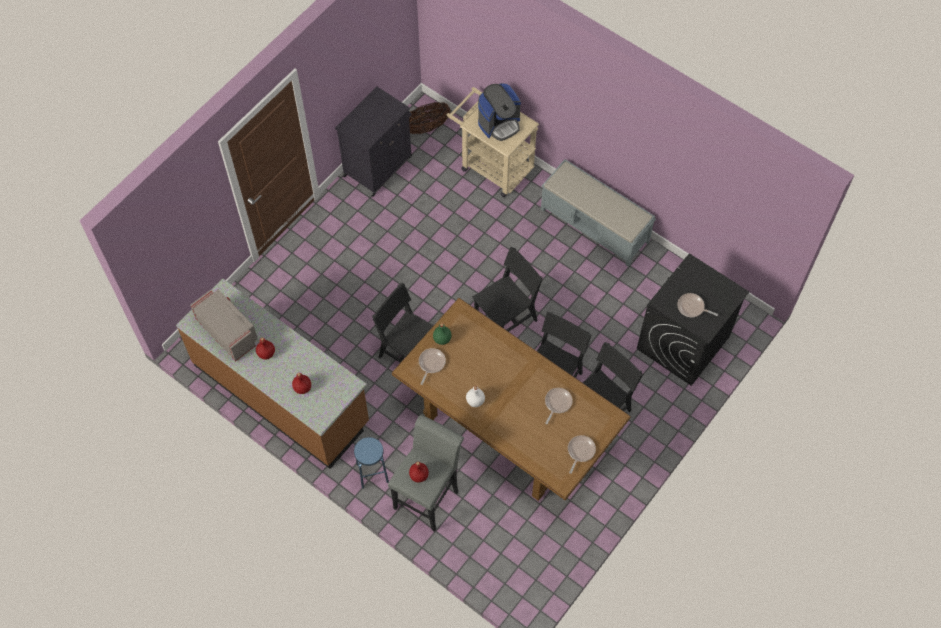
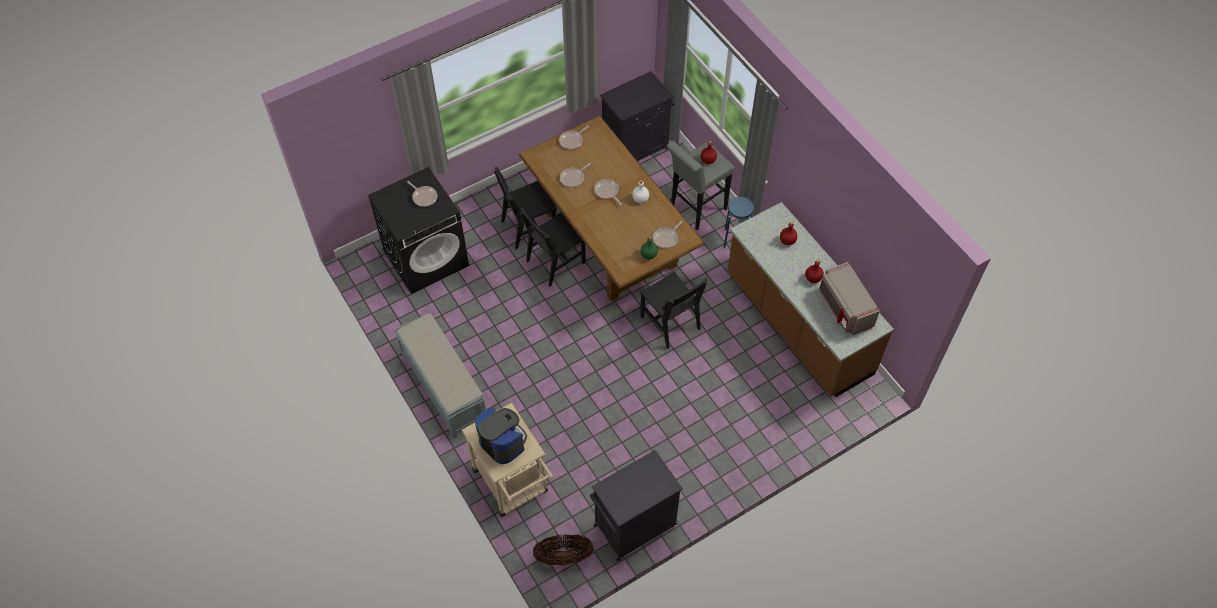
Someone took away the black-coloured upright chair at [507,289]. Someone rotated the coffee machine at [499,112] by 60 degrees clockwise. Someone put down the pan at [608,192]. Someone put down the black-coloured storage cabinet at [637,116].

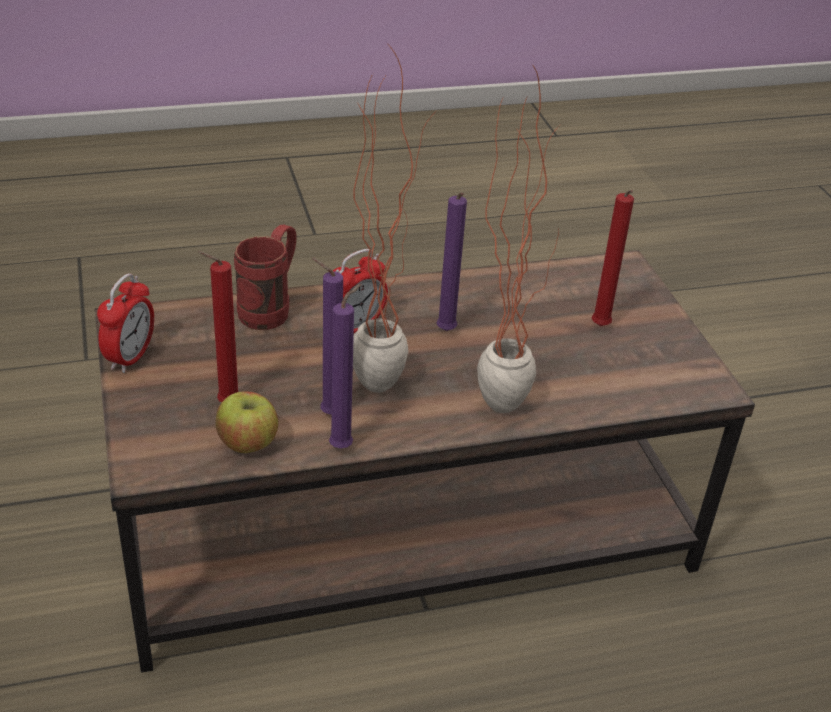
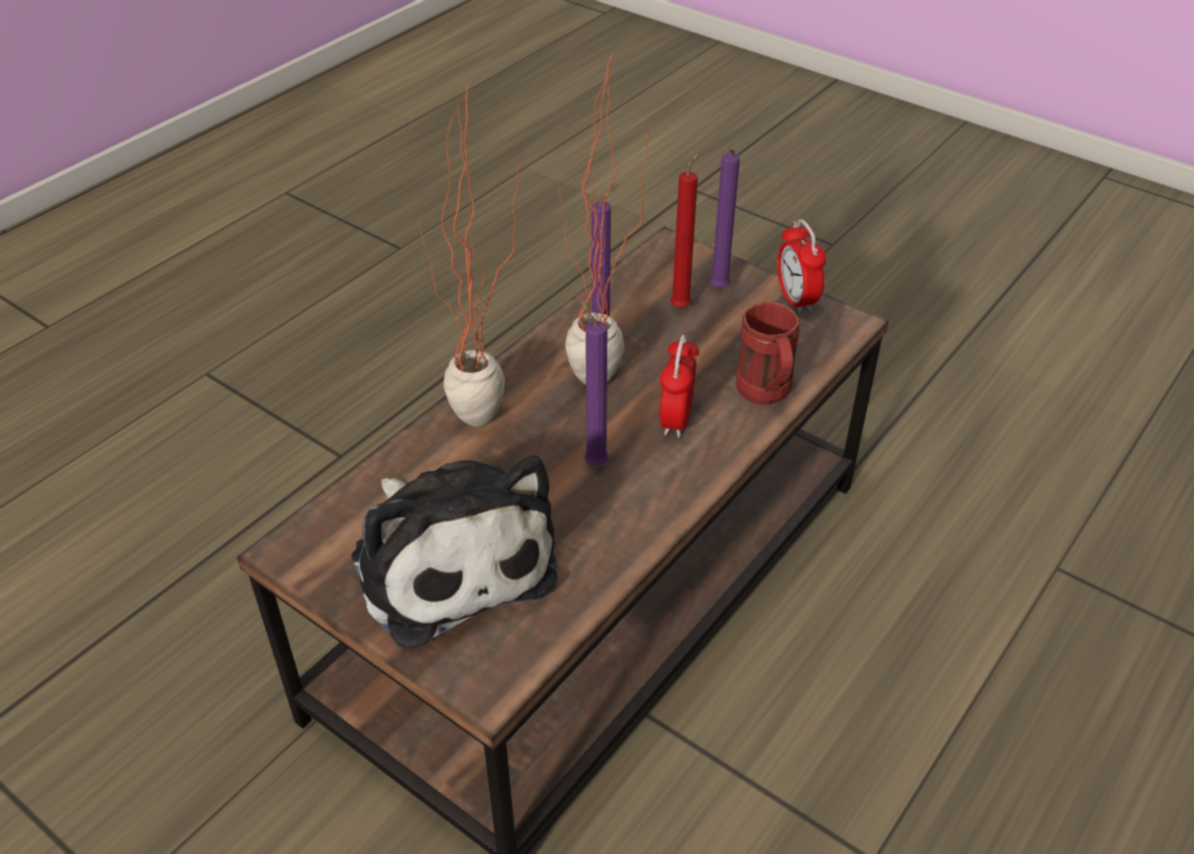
Someone took away the whole apple at [247,422]. Someone carried the purplish candle from [345,366] to [725,218]. Someone swapped the red candle at [613,258] for the soft toy at [454,552].

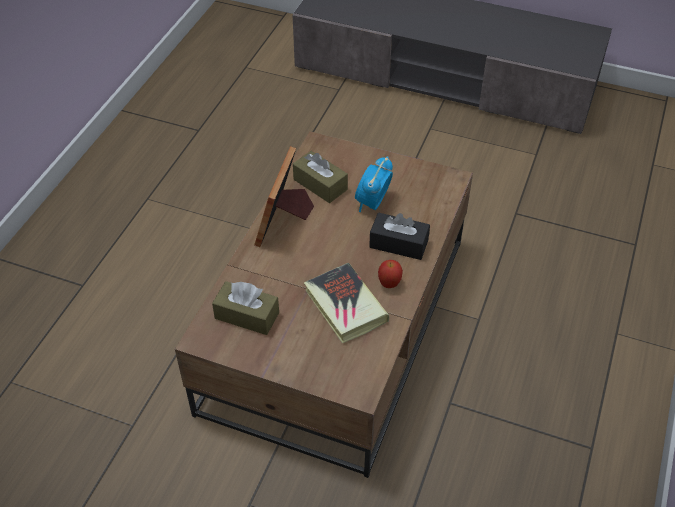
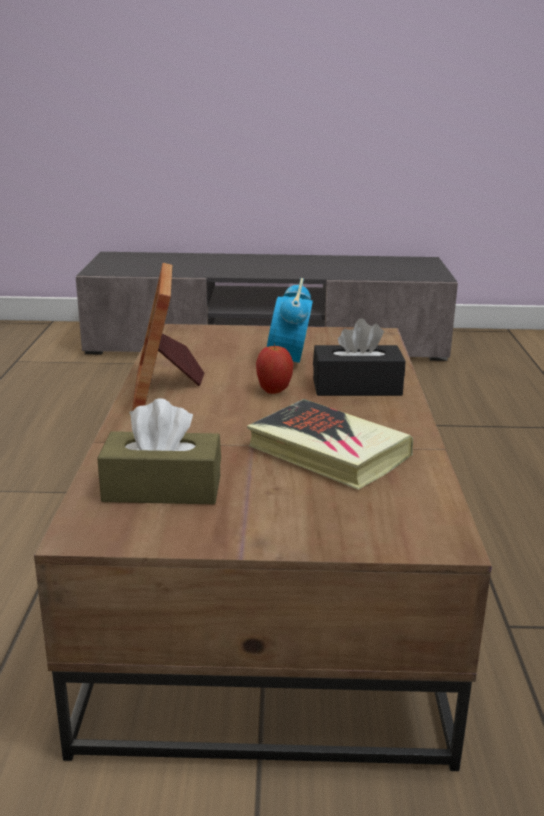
Someone took away the brownish tissue box at [320,177]. Someone carried the whole apple from [390,274] to [275,368].

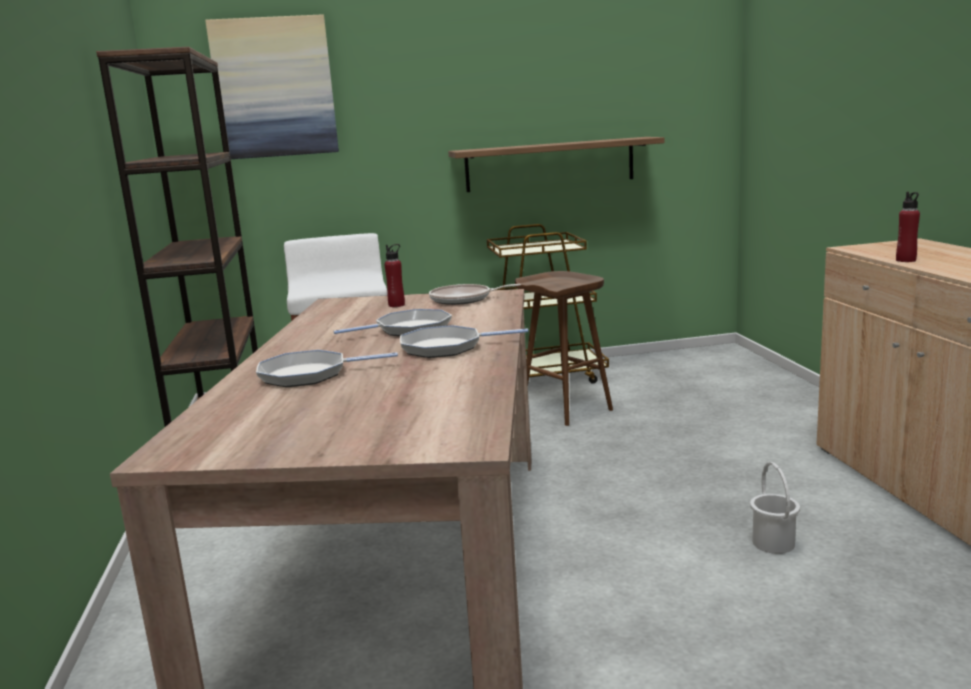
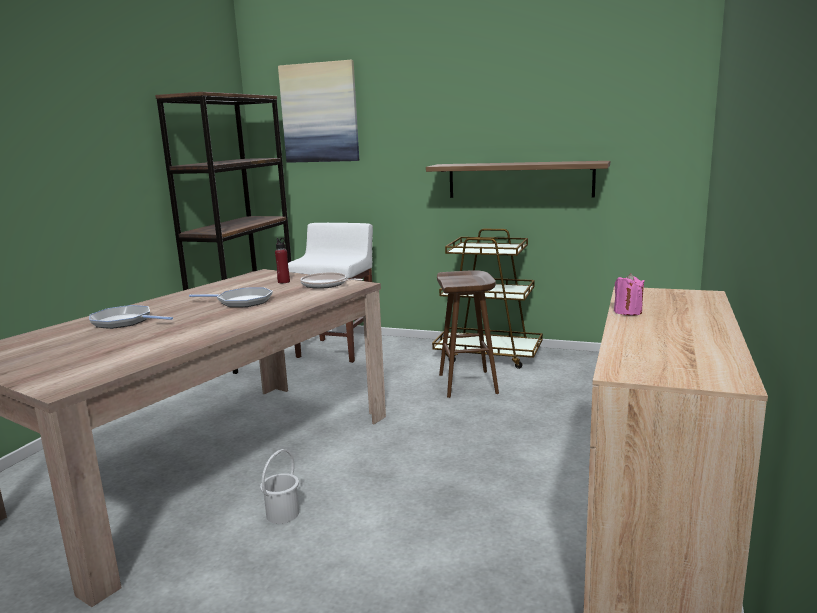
Someone took away the pan at [464,341]. Someone carried the white-coloured bucket from [775,508] to [279,486]. Someone swapped the red beverage bottle at [908,227] for the pink-coloured candle at [629,294].

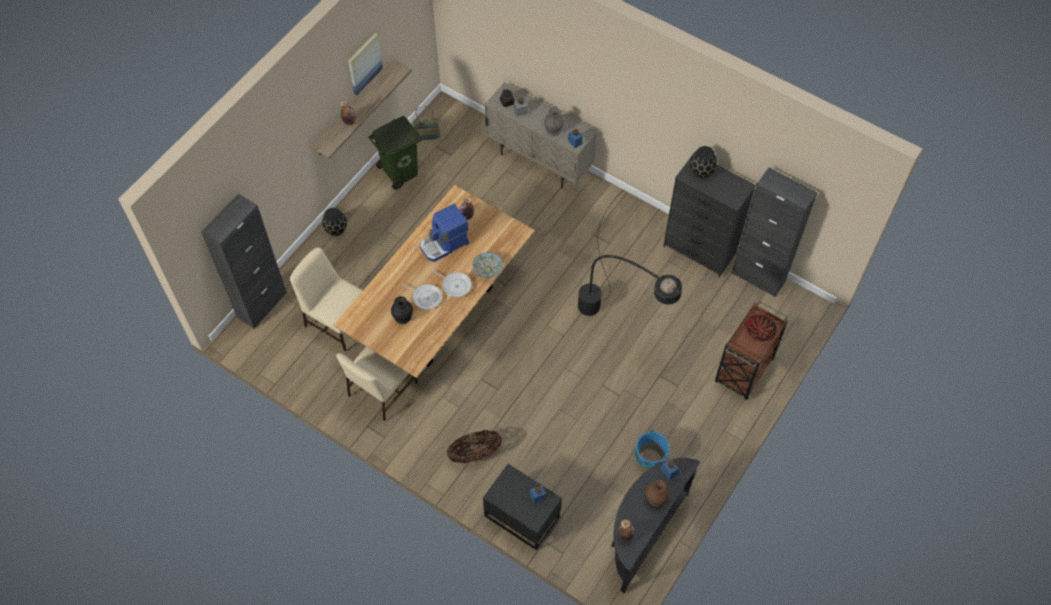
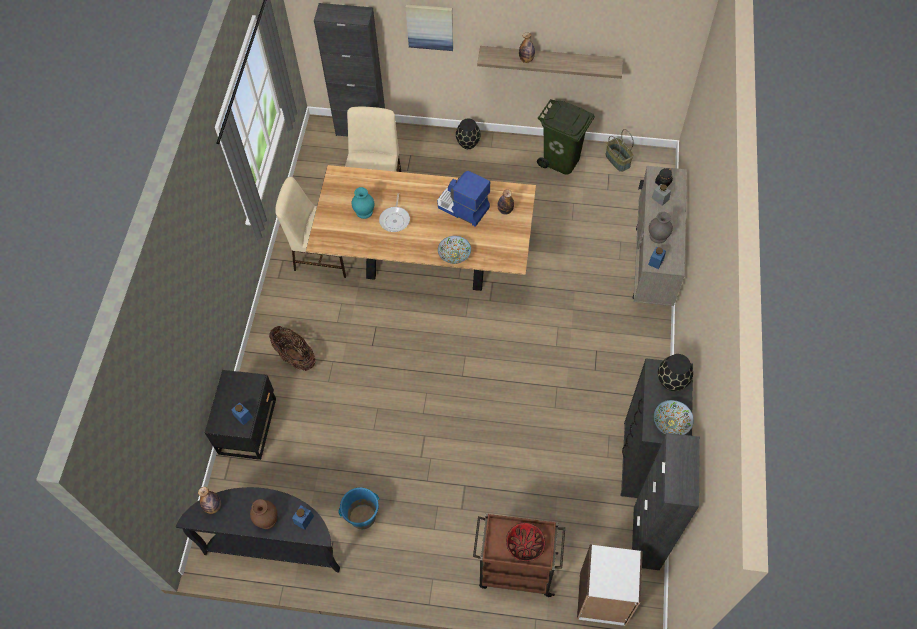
Someone carried the wall picture from [365,64] to [429,27]. Someone repainted the black-coloured vase at [402,310], which became the turquoise-coloured vase at [362,203]. Someone took away the pan at [452,283]. Someone took away the black-coloured standard lamp at [630,253]. Someone put down the white-coloured shelving unit at [610,585]. Someone put down the serving bowl at [673,417].

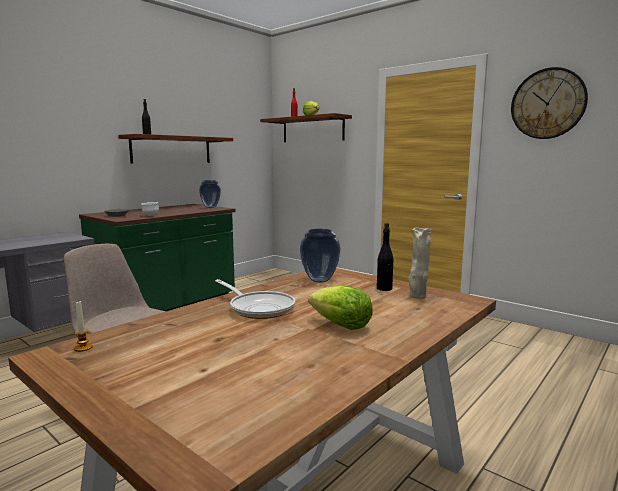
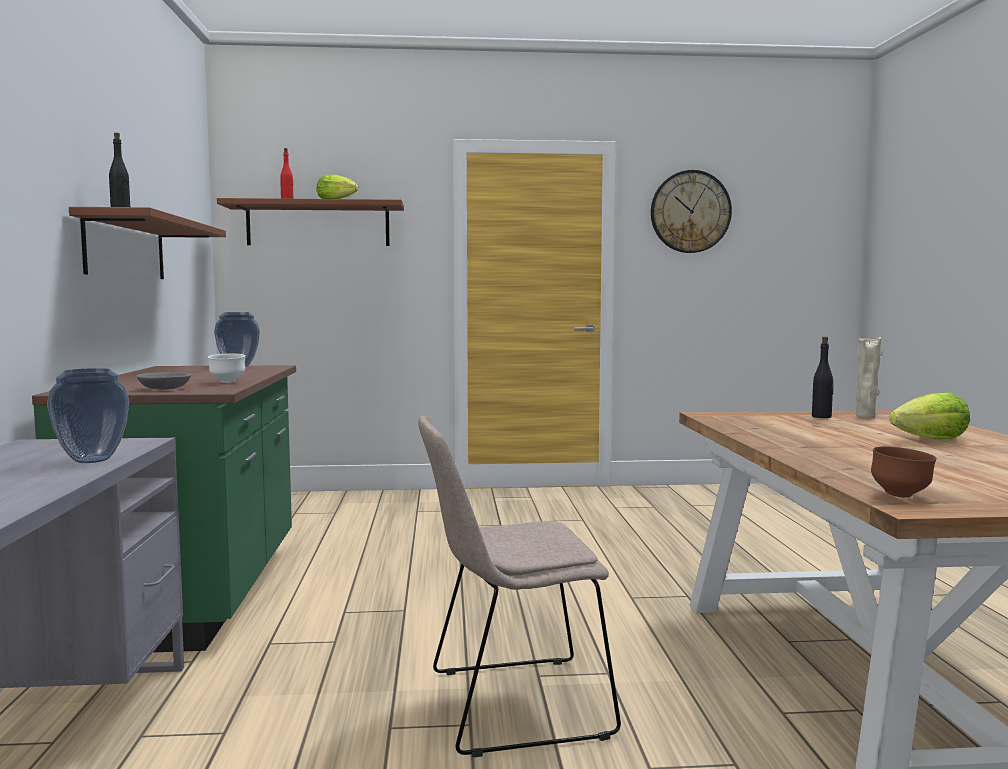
Someone swapped the candle at [83,326] for the brownish serving bowl at [904,472]. Someone took away the pan at [255,299]. Someone carried the vase from [320,255] to [88,415].

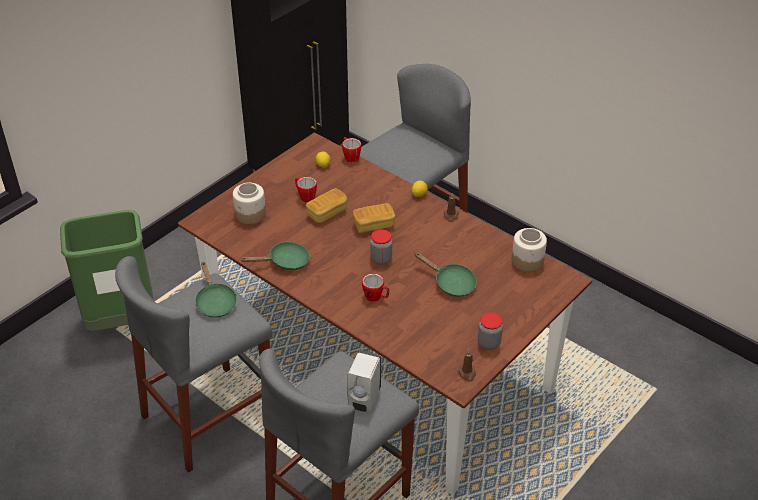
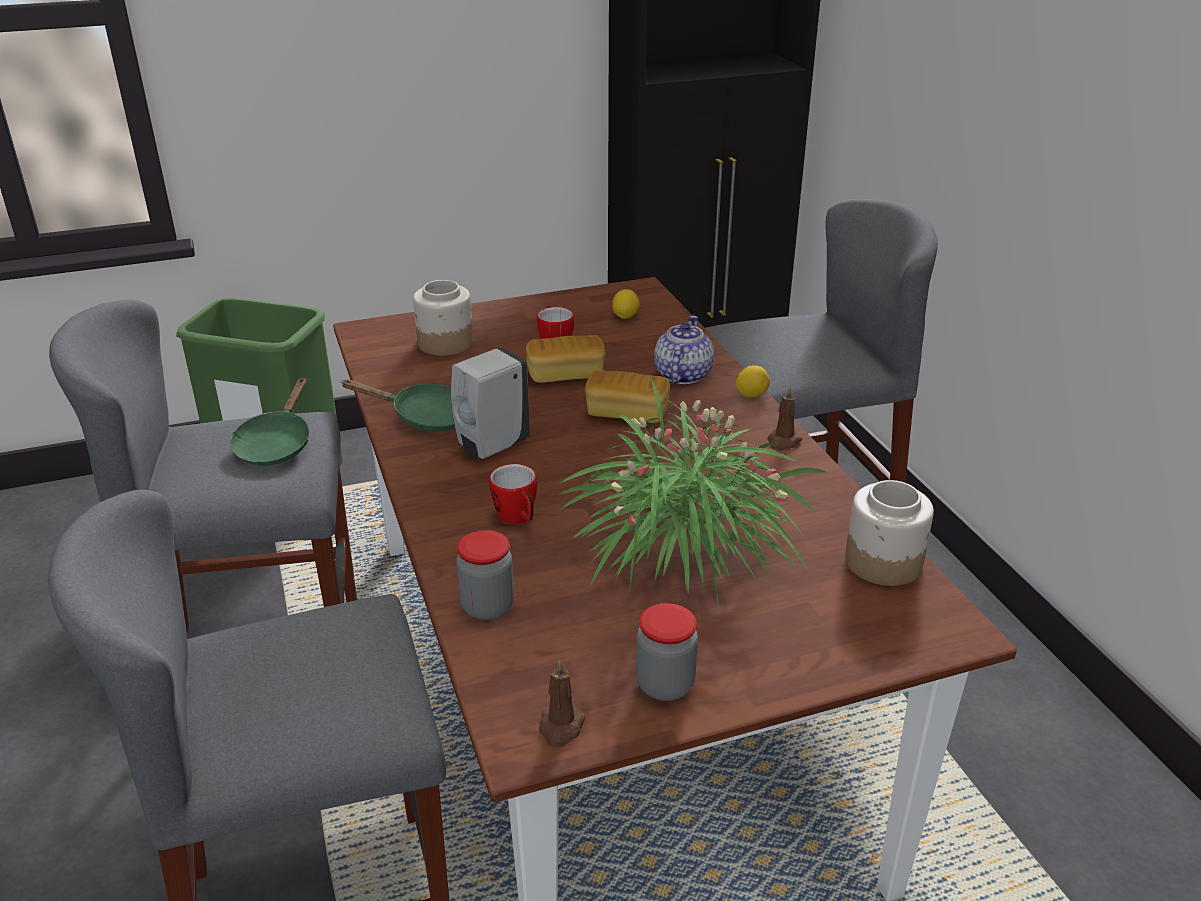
Someone took away the coffee mug at [351,150]. Someone carried the white-coloured soap bottle from [364,381] to [490,403]. Someone carried the storage jar from [381,247] to [485,575]. Someone swapped the greenish pan at [446,275] for the houseplant at [693,491]. Someone put down the pot for tea at [684,349].

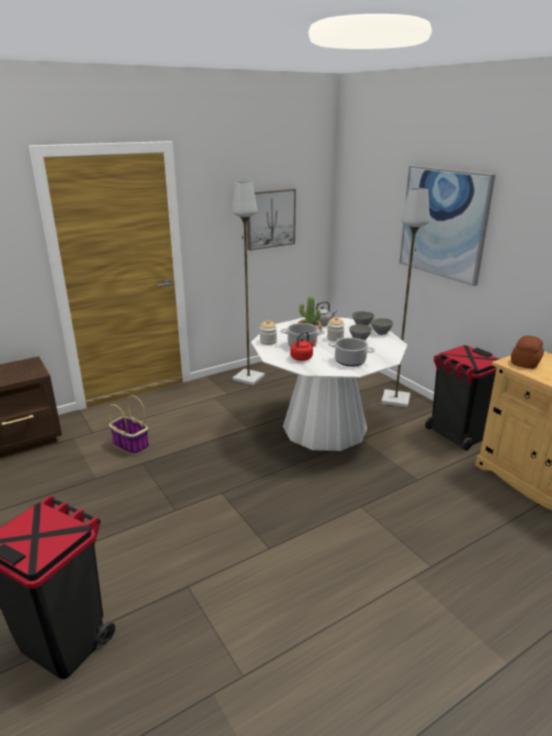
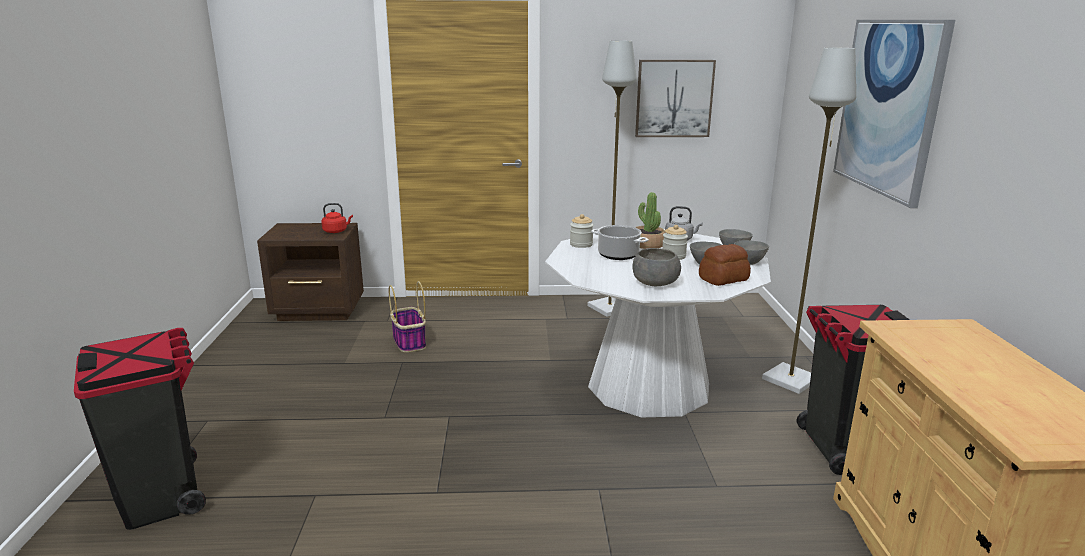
Someone carried the red tea kettle from [302,346] to [337,218]. Someone swapped the stockpot at [351,352] for the greyish serving bowl at [656,267]. Someone carried the baked bread from [527,352] to [725,265].

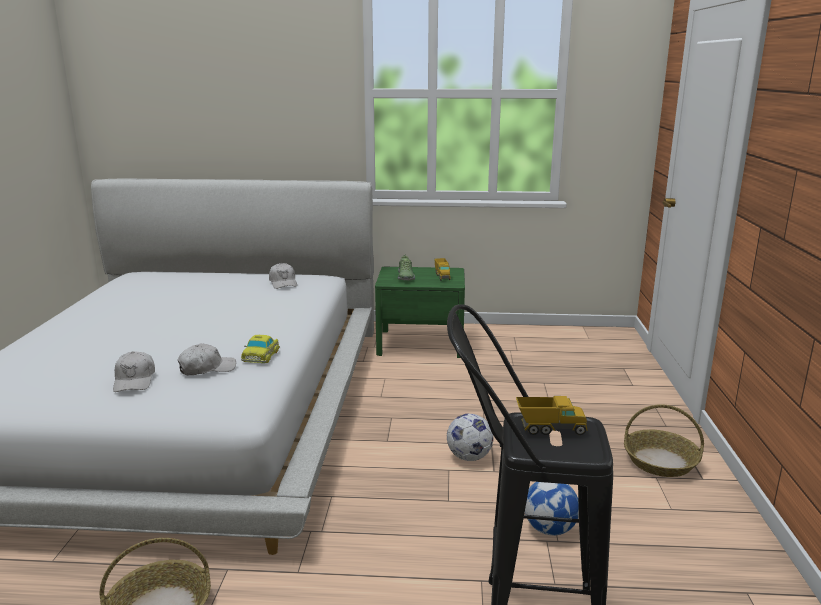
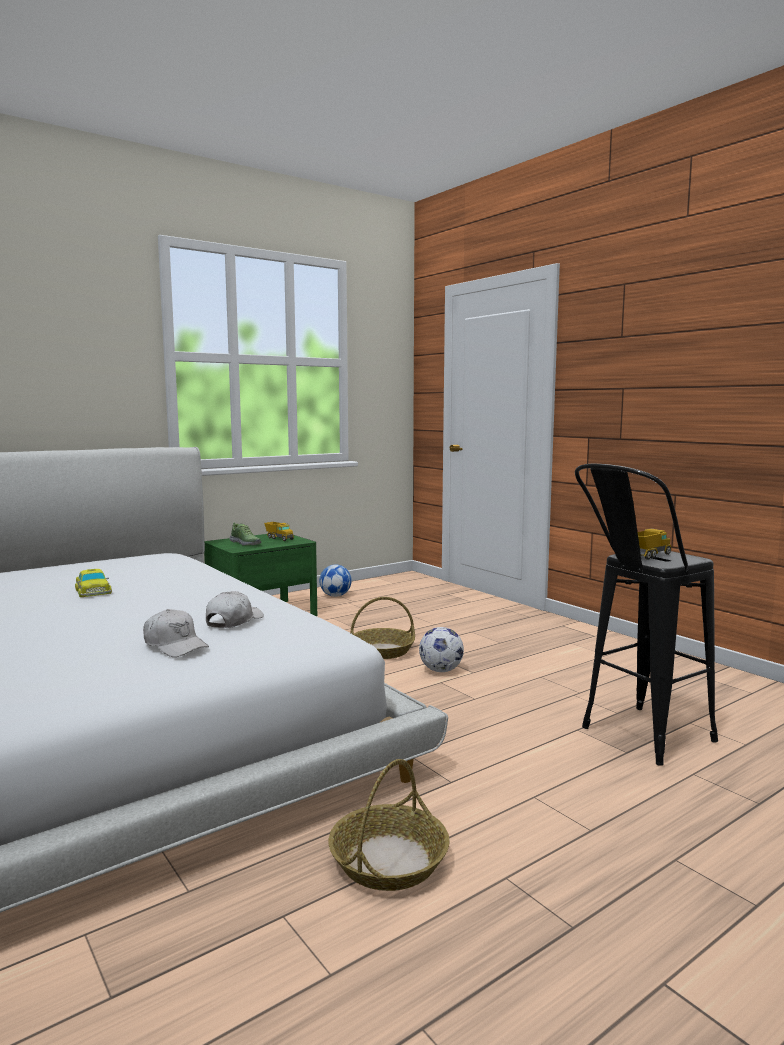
Someone carried the toy car from [260,349] to [93,583]. Someone took away the white-coloured peaked cap at [283,276]. Someone carried the ball for football from [552,509] to [335,581]. Someone carried the storage basket from [664,440] to [382,628].

